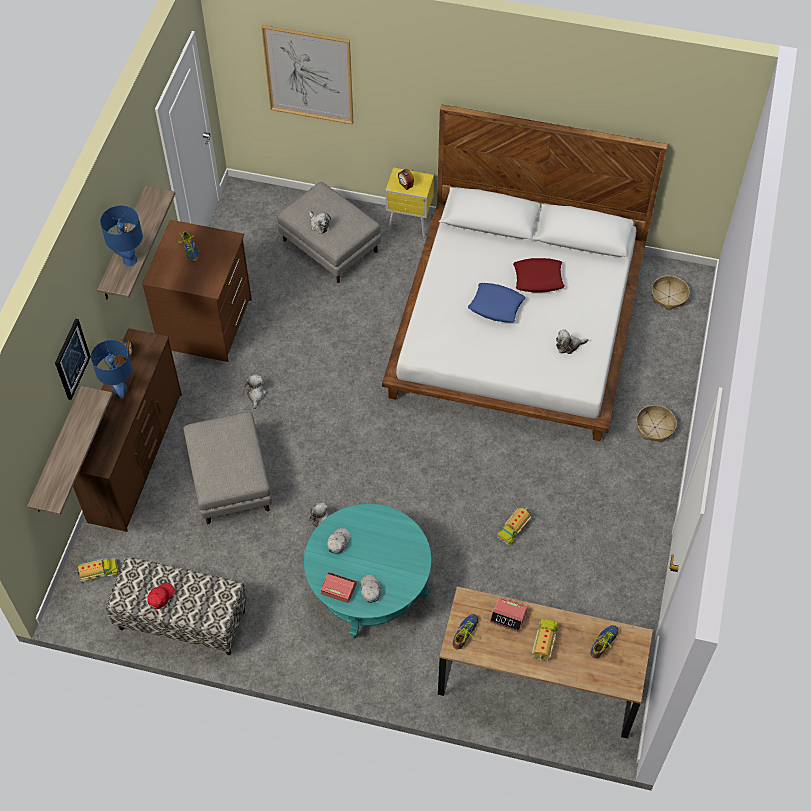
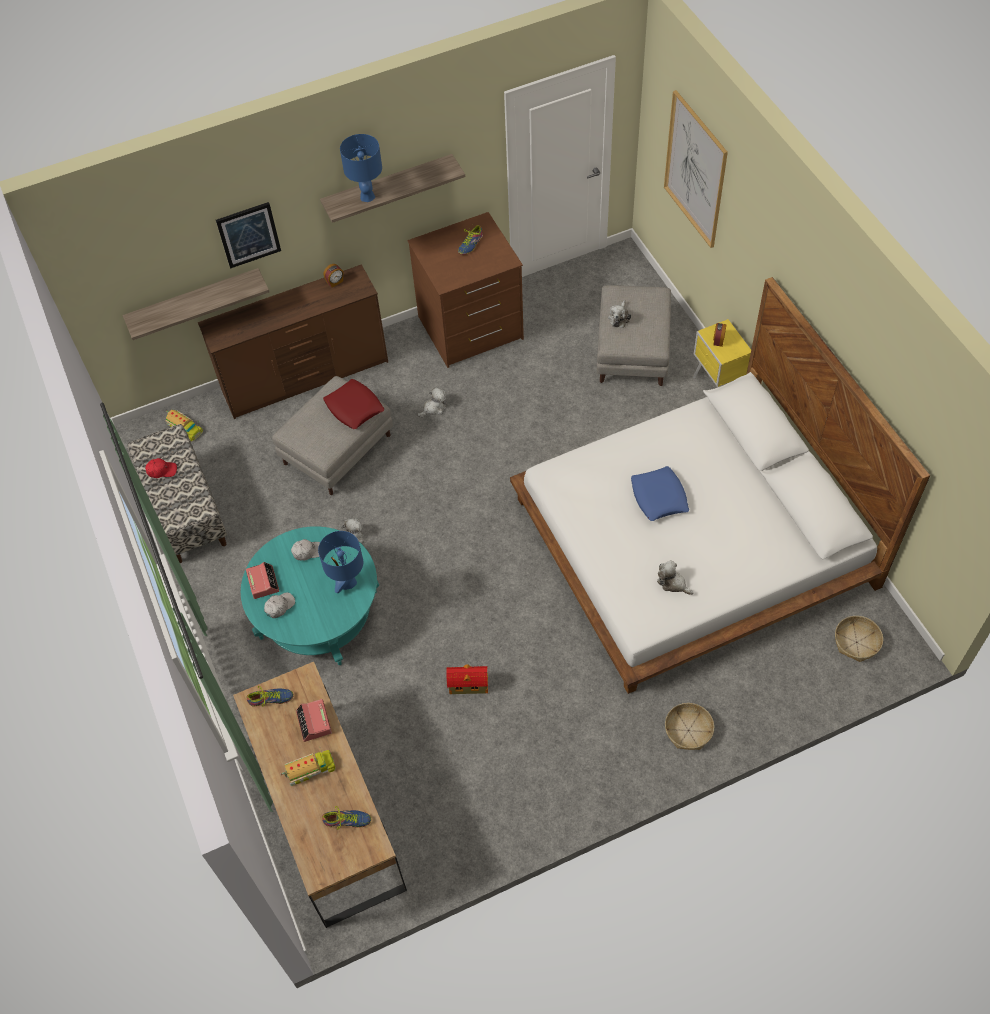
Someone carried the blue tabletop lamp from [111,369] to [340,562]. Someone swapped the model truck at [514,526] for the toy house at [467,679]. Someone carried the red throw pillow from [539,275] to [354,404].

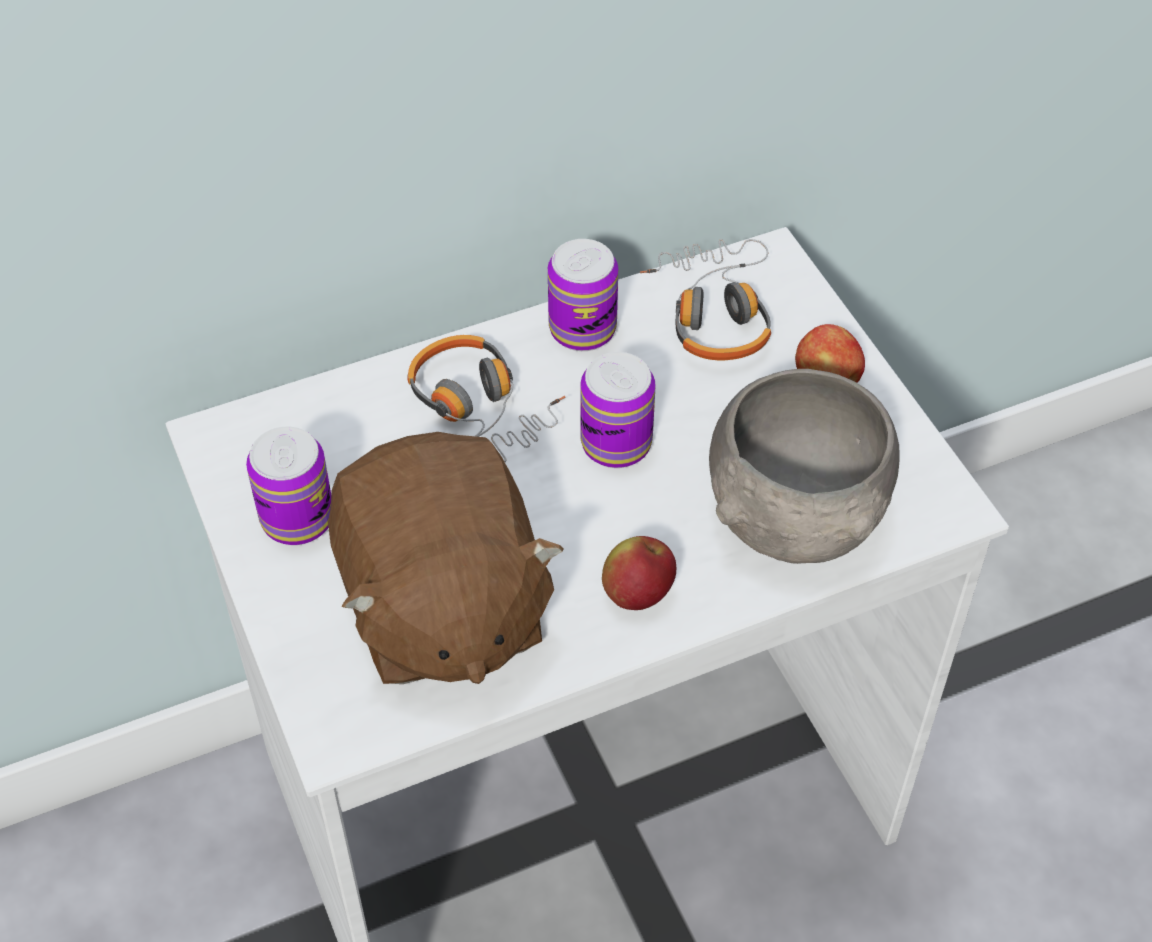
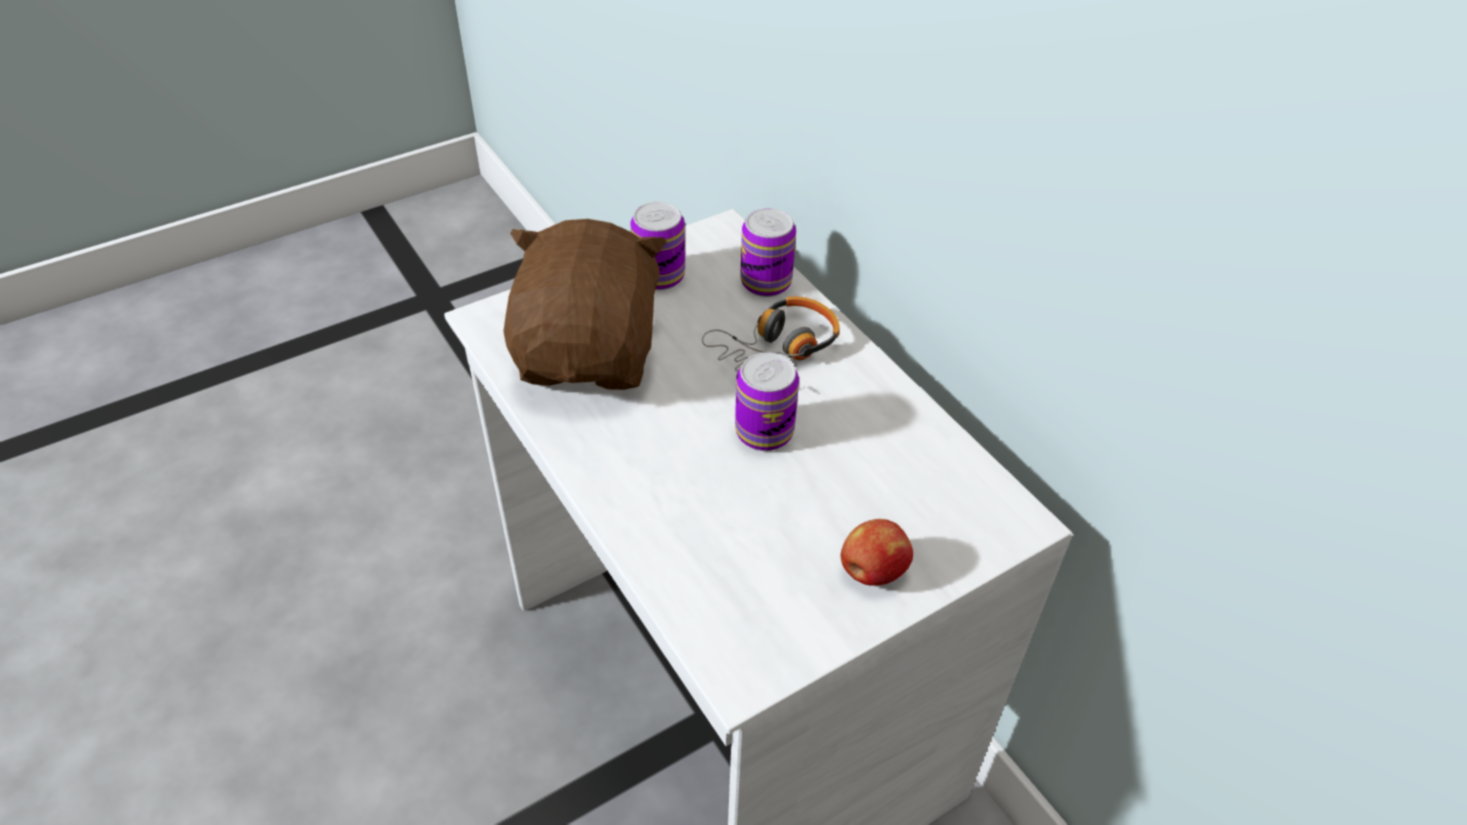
Someone rotated the brownish soft toy at [446,558] by 120 degrees clockwise. Someone carried the can from [583,295] to [768,252]. Someone took away the whole apple at [639,573]. Someone took away the headphones at [705,299]. Someone took away the greyish serving bowl at [804,466].

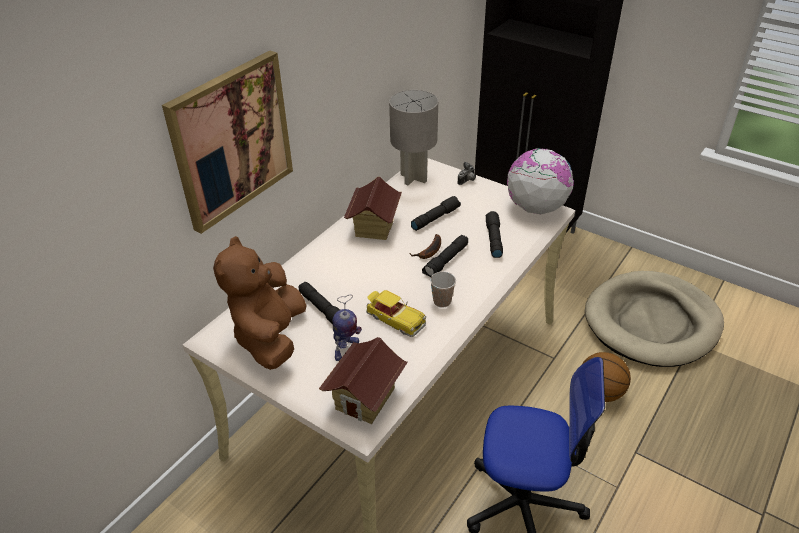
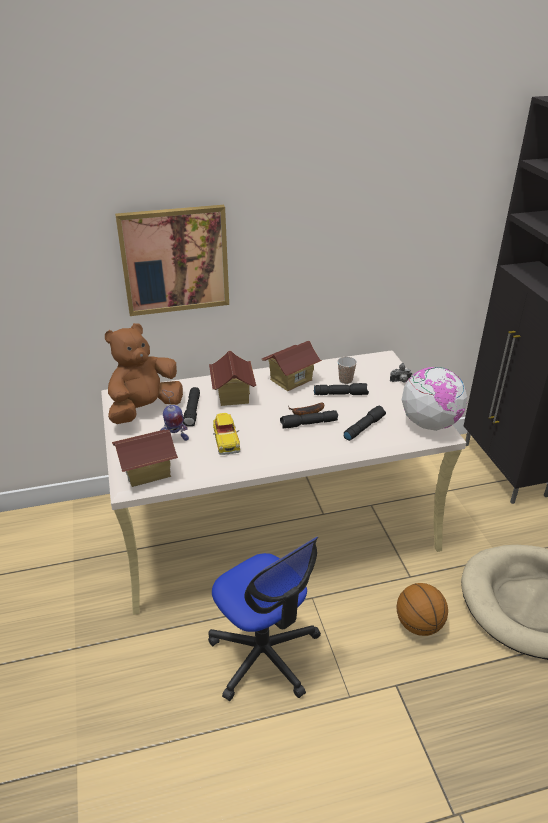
Someone took away the greyish tabletop lamp at [413,138]. Someone carried the cup from [443,289] to [347,370]. Someone put down the toy house at [232,378].

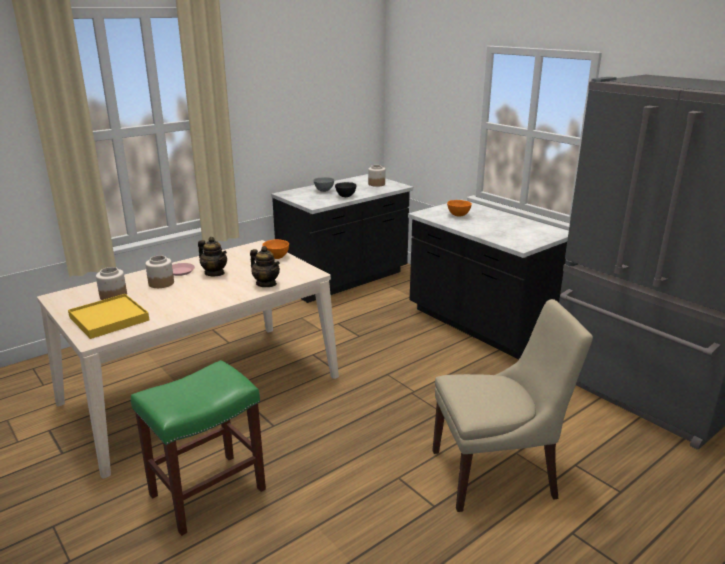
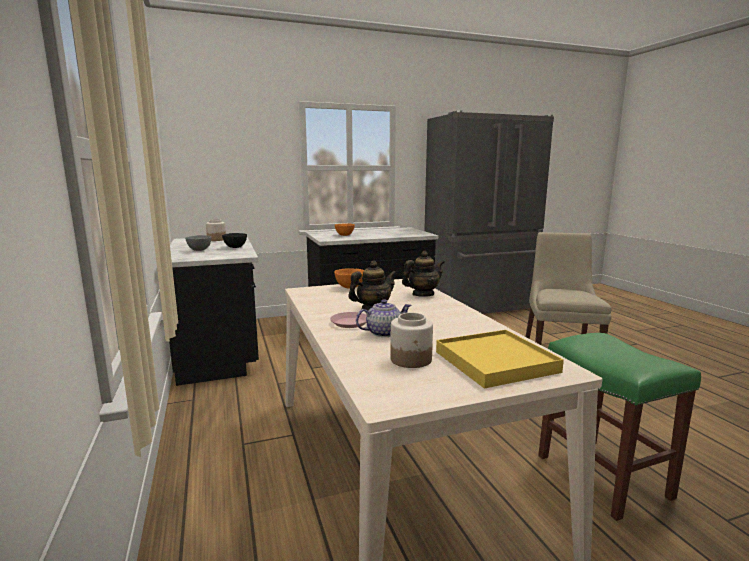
Someone swapped the storage jar at [159,272] for the pot for tea at [383,318].

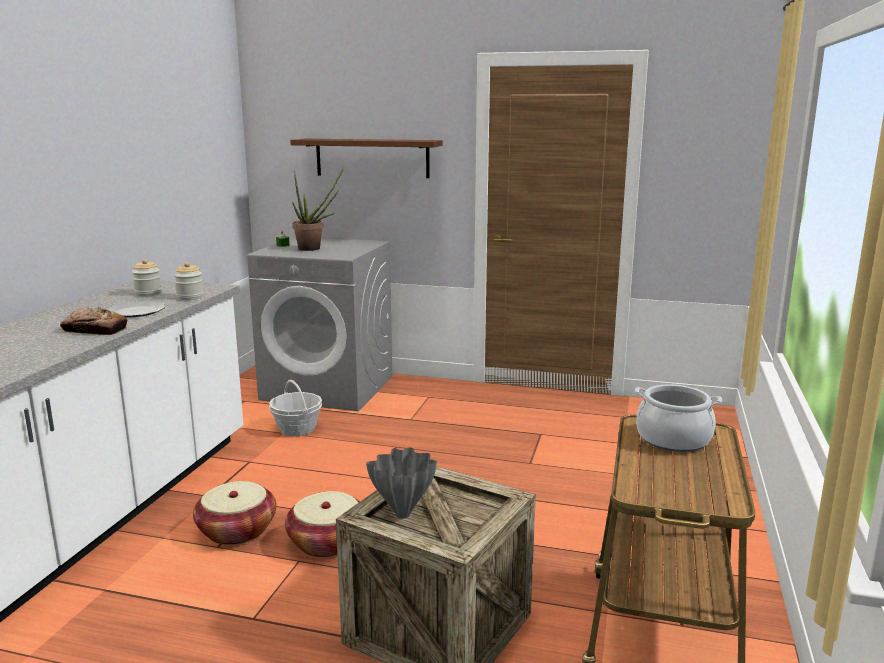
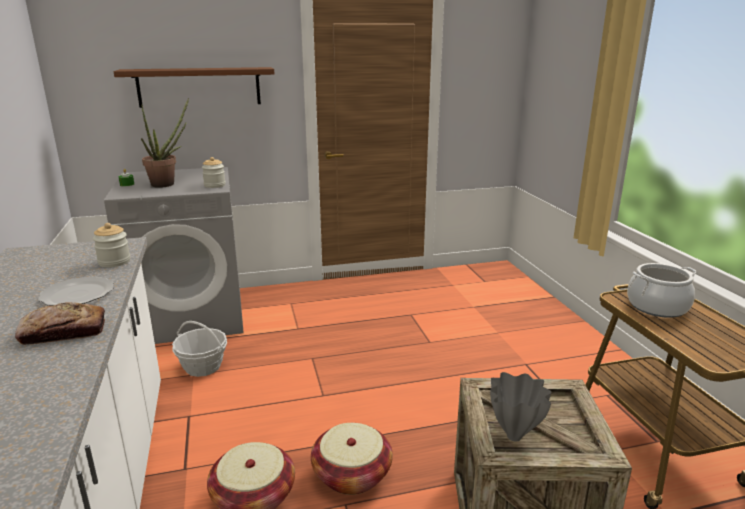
Someone carried the storage jar from [147,277] to [214,172].

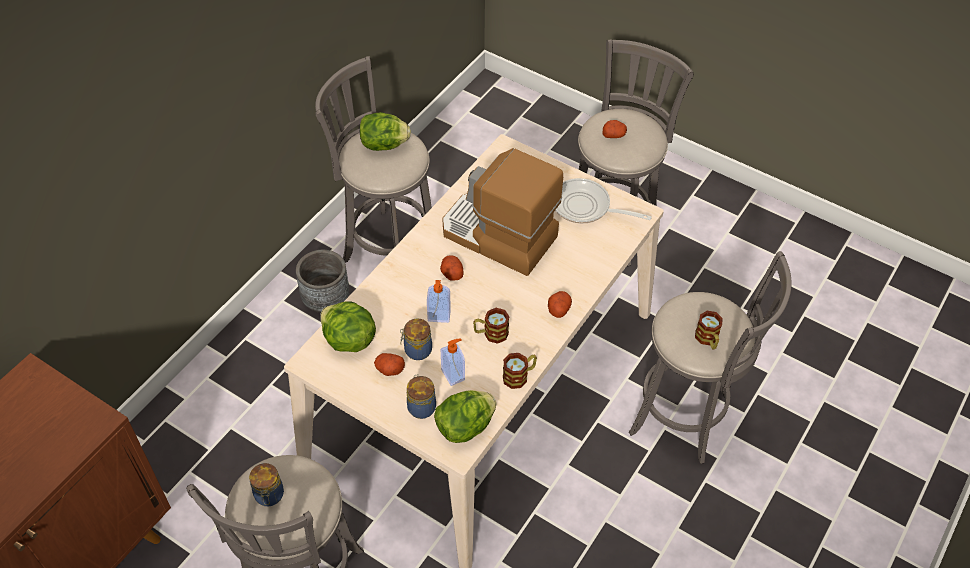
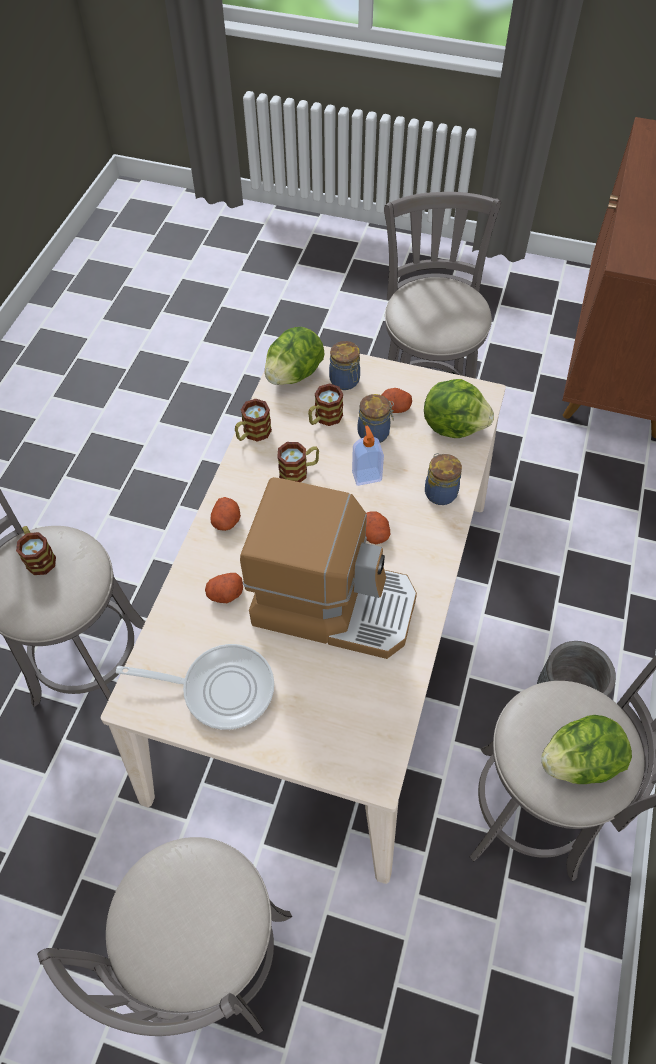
Someone carried the storage jar from [266,484] to [443,479]. Someone swapped the soap bottle at [453,362] for the coffee mug at [325,404]. Someone carried the potato from [615,129] to [224,588].

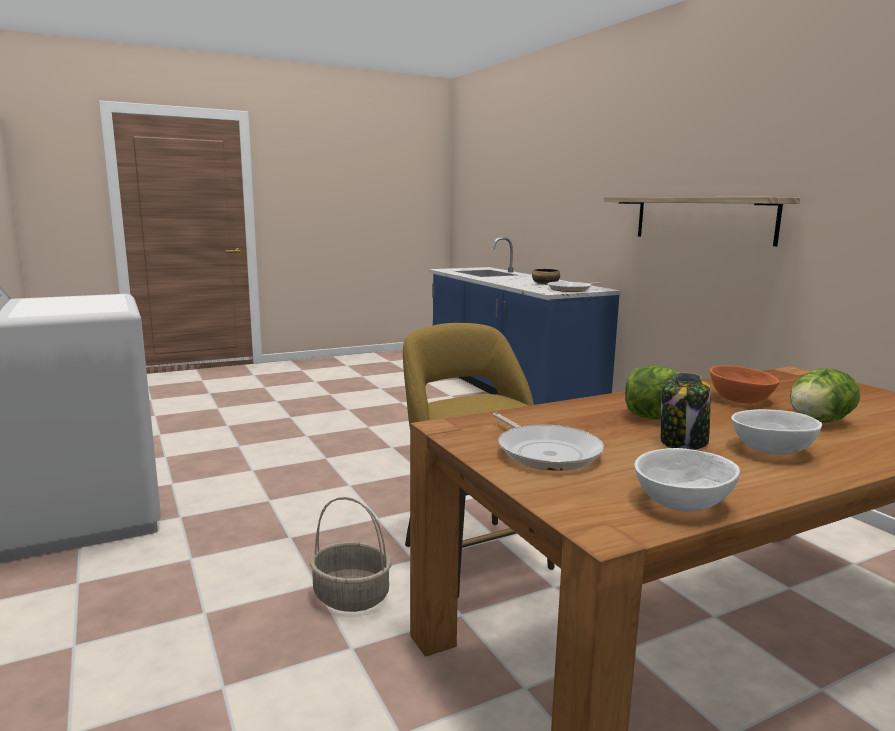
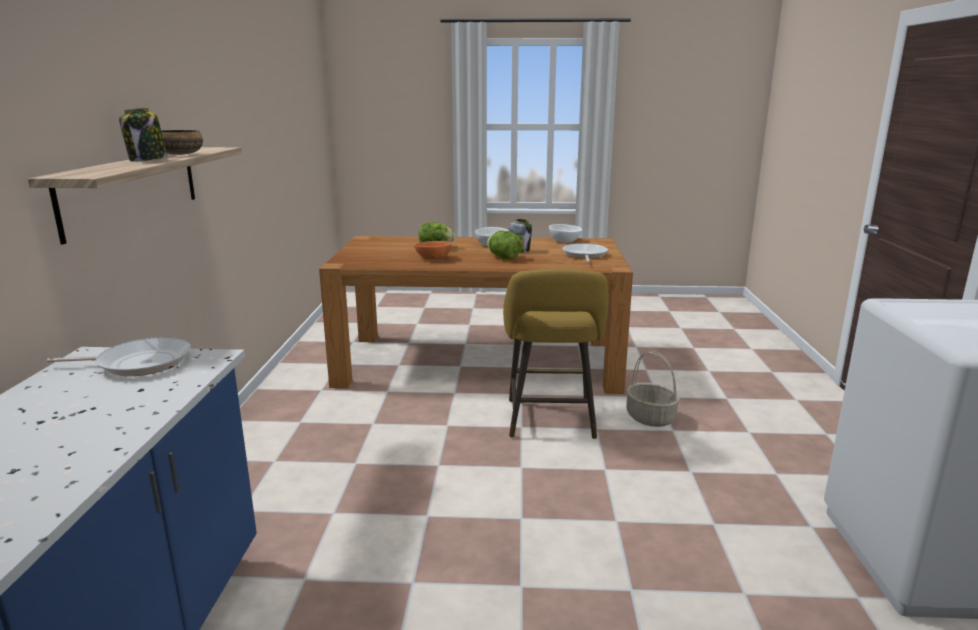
Someone carried the serving bowl from [546,277] to [182,142]. Someone put down the storage jar at [143,135].

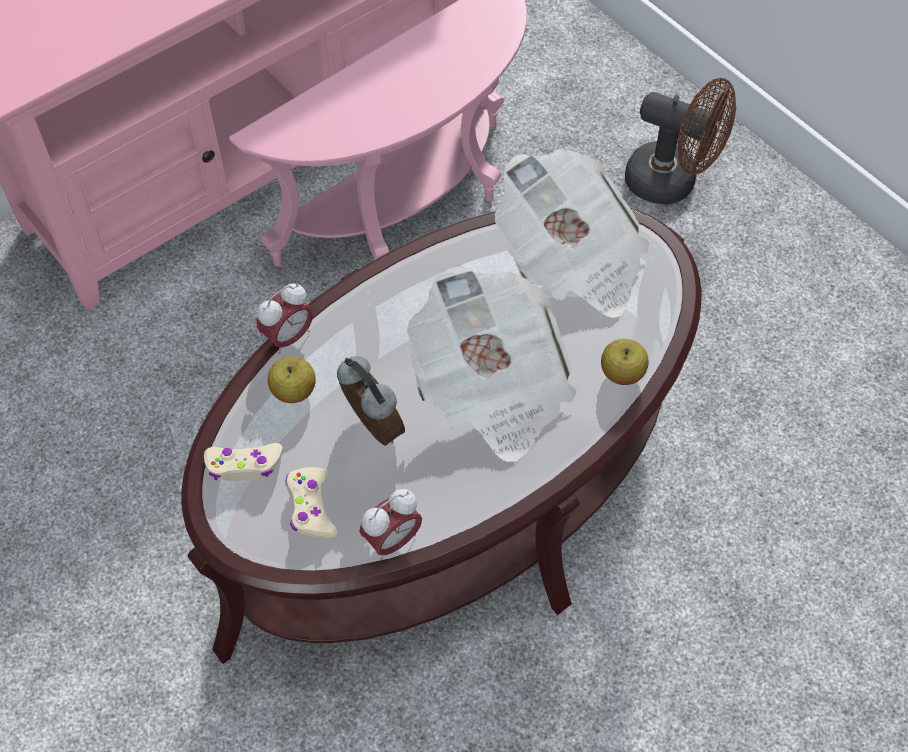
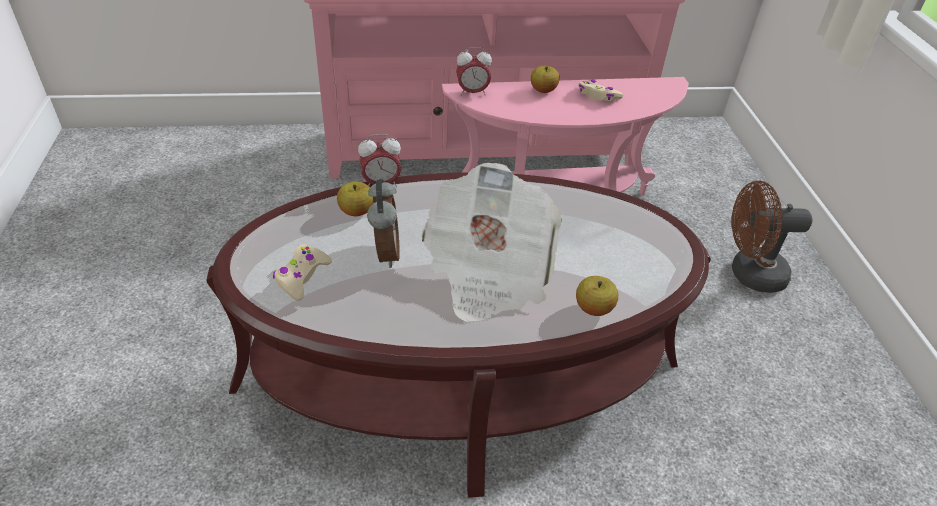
Someone carried the beige joypad from [243,462] to [601,90]. Someone carried the alarm clock from [390,524] to [474,71]. Someone took away the daily paper at [572,233]. Someone rotated the brownish cooling fan at [680,141] by 120 degrees clockwise. Someone put down the whole apple at [545,79].

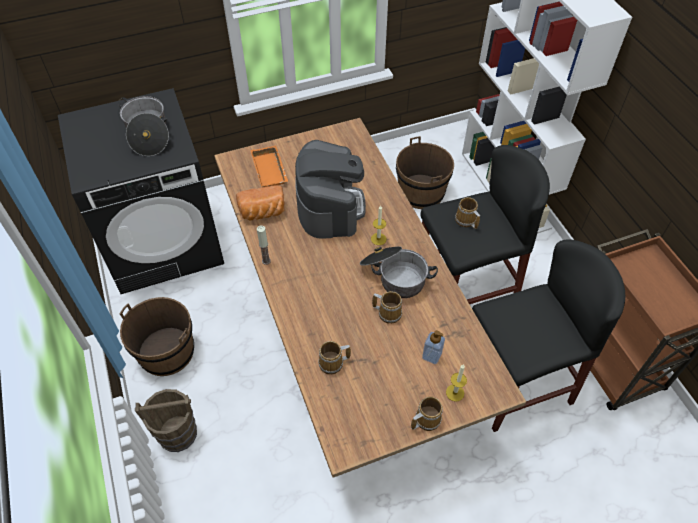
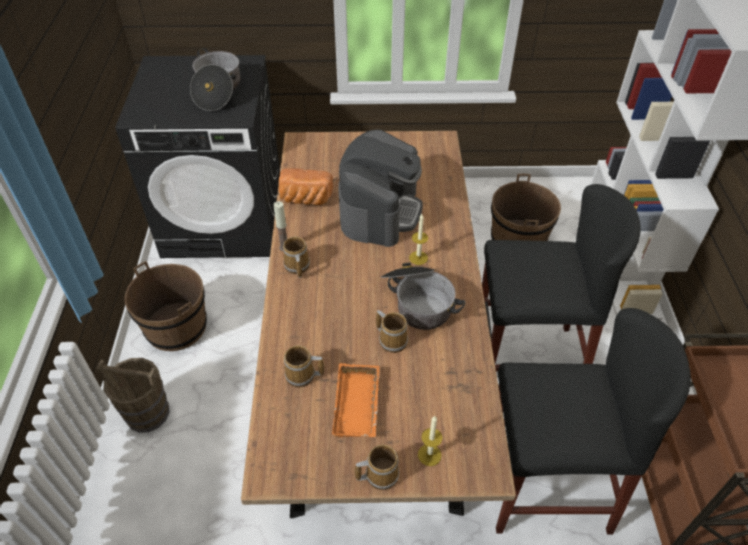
Someone carried the orangey tray from [269,166] to [356,400]. Someone took away the soap bottle at [433,347]. Someone carried the coffee mug from [467,213] to [296,257].

